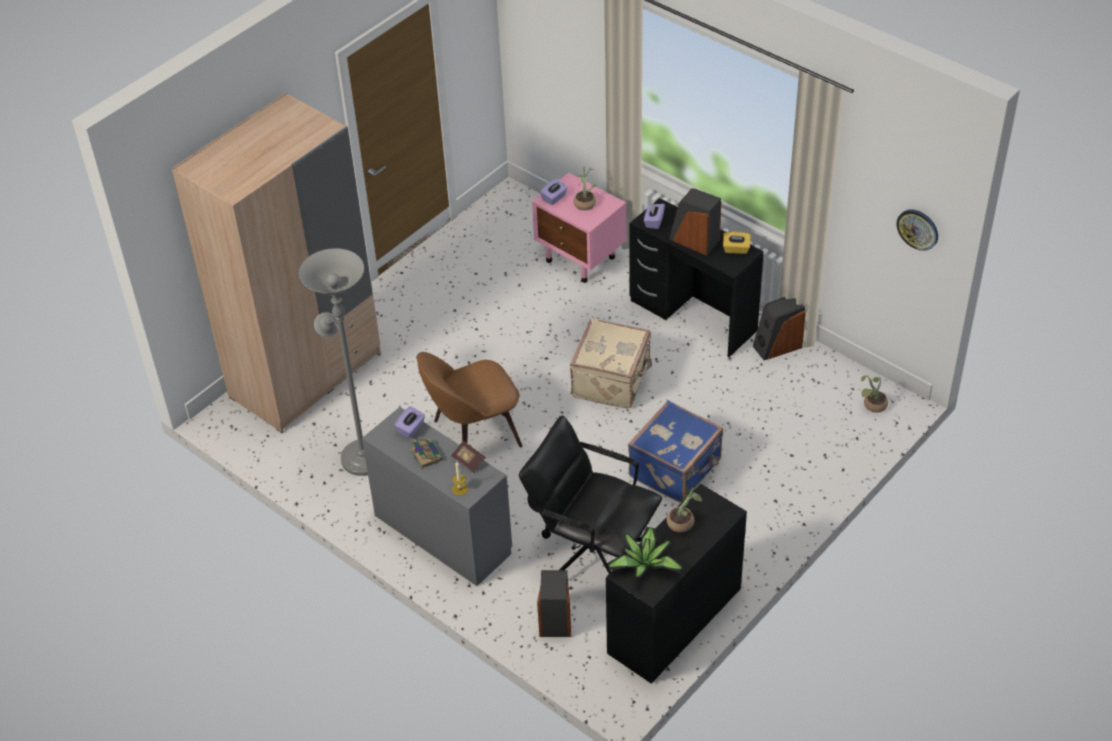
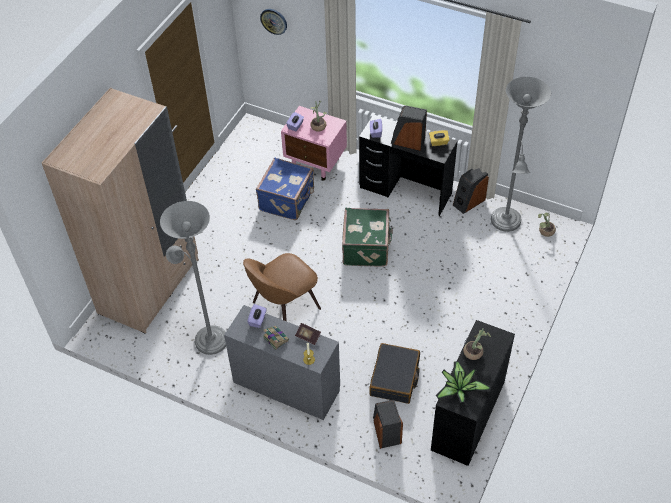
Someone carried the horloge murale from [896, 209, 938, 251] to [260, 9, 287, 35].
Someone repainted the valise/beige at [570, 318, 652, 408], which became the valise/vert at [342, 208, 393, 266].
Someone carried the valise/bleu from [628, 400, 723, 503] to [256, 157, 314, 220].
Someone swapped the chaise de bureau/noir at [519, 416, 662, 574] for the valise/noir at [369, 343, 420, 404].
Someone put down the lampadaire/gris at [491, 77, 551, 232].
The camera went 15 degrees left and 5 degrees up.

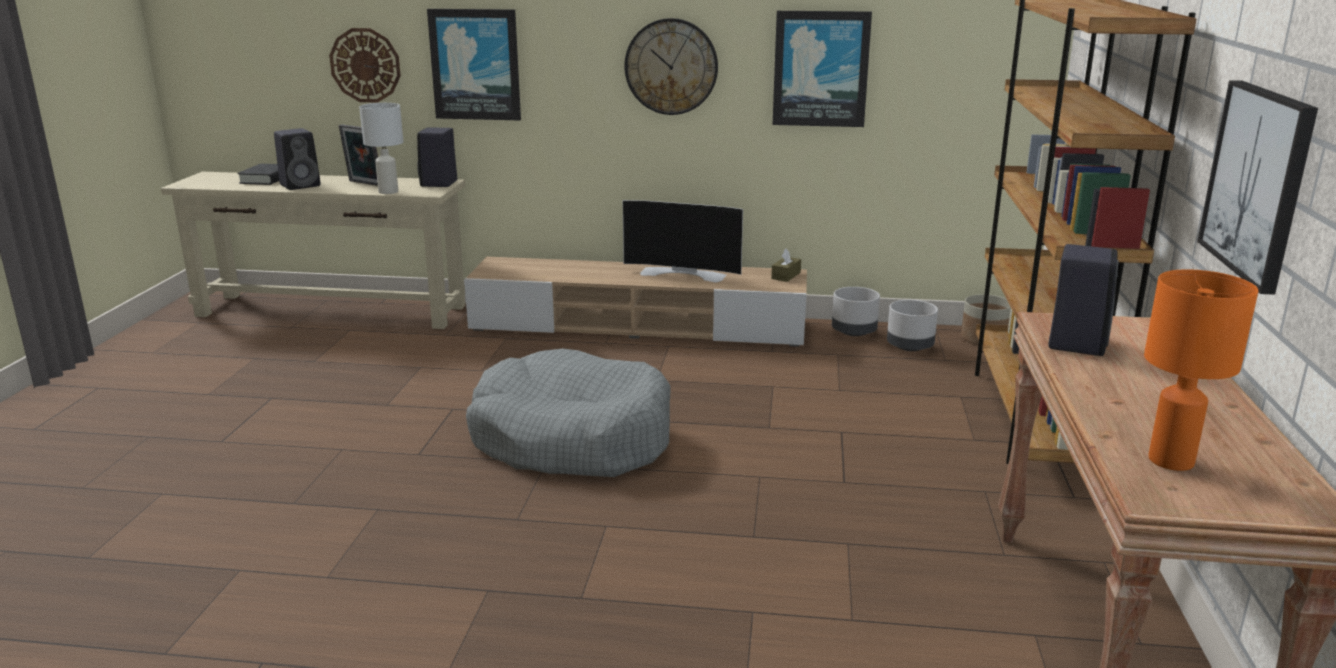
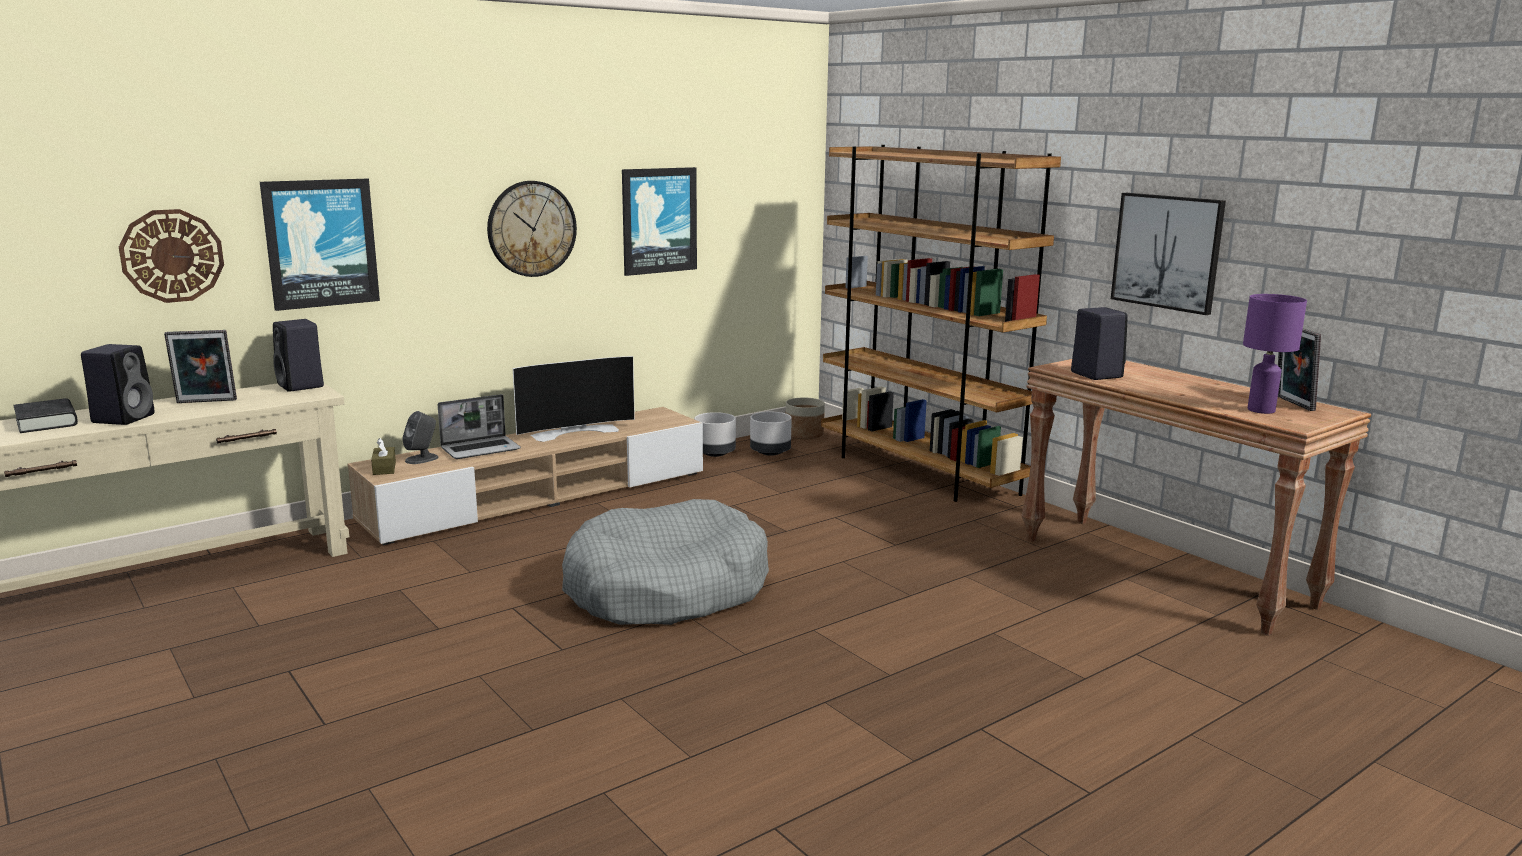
Someone took away the lampe de table/blanc at [359, 103, 404, 194].
Someone carried the boîte à mouchoirs/marron from [771, 248, 801, 282] to [371, 438, 396, 475].
Someone repainted the lampe de table/orange at [1144, 269, 1258, 471], which became the lampe de table/violet at [1243, 294, 1307, 414].
Someone put down the cadre photo at [1278, 328, 1321, 411].
Someone put down the ordinateur portable at [438, 394, 521, 459].
Someone put down the enceinte/gris at [402, 411, 439, 464].
The camera went 45 degrees left and 5 degrees down.

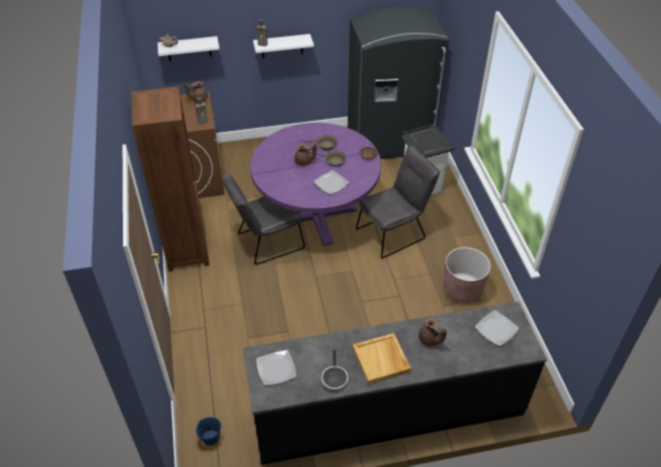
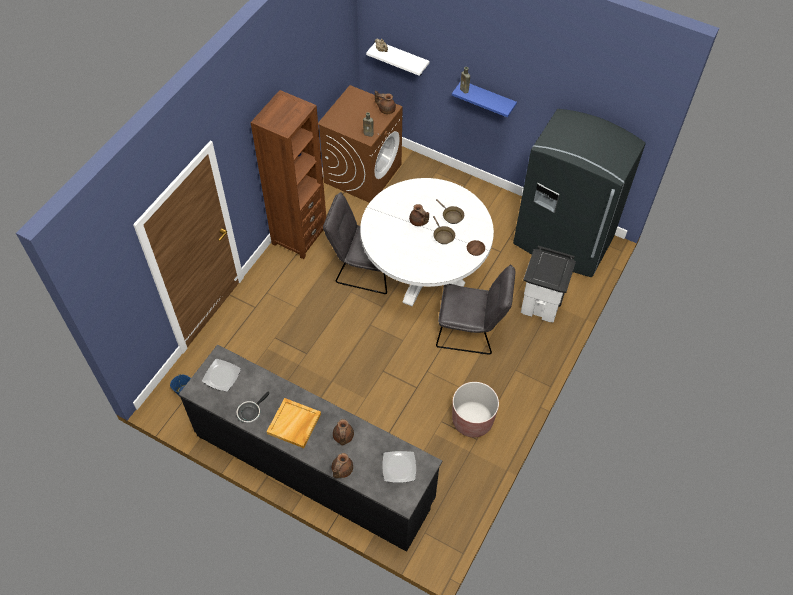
Someone repainted the étagère/blanc at [253, 34, 314, 58], which became the étagère/bleu at [452, 82, 517, 117].
Someone repainted the table à manger/violet at [250, 123, 381, 246], which became the table à manger/blanc at [360, 178, 494, 307].
Someone took away the assiette at [314, 170, 349, 195].
Someone put down the théière/marron at [332, 453, 353, 478].
The camera went 40 degrees right and 10 degrees up.

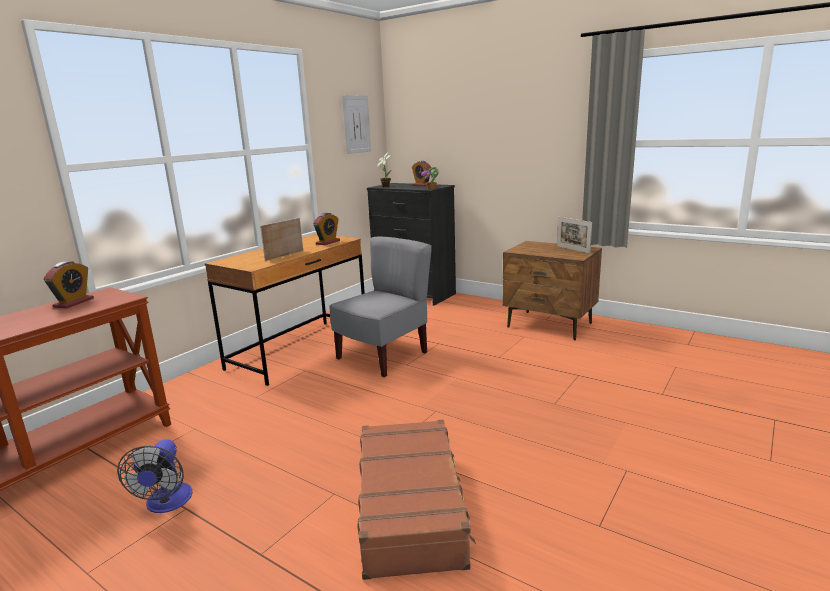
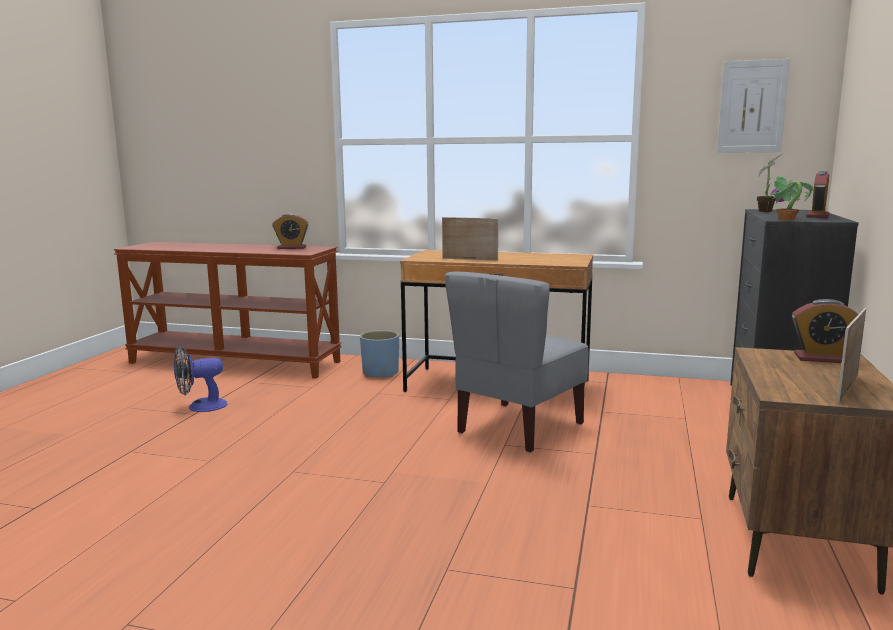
Someone carried the réveil from [313, 213, 340, 245] to [792, 299, 858, 363].
Someone rotated the chaise/gris at [330, 237, 432, 377] by 105 degrees clockwise.
Someone took away the valise/marron at [357, 420, 476, 580].
Someone put down the cache-pot/bleu at [360, 330, 399, 378].
The camera went 70 degrees right and 5 degrees down.

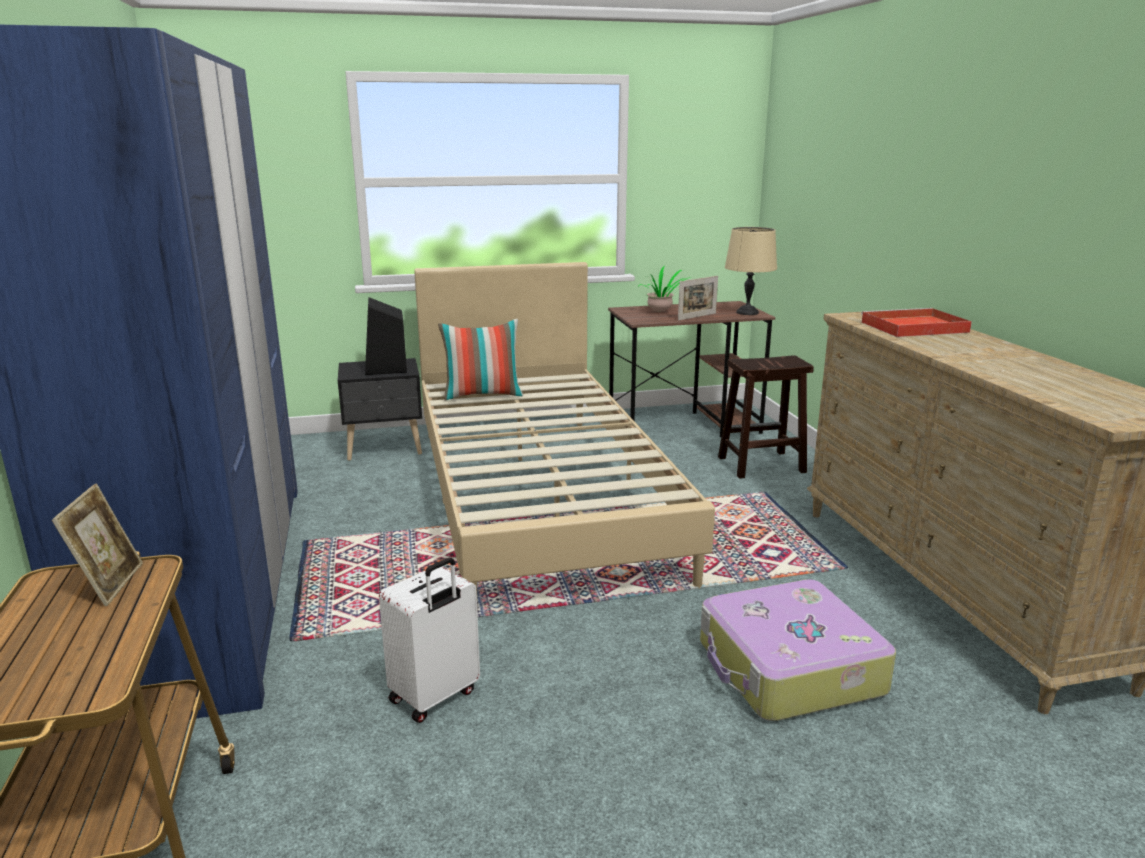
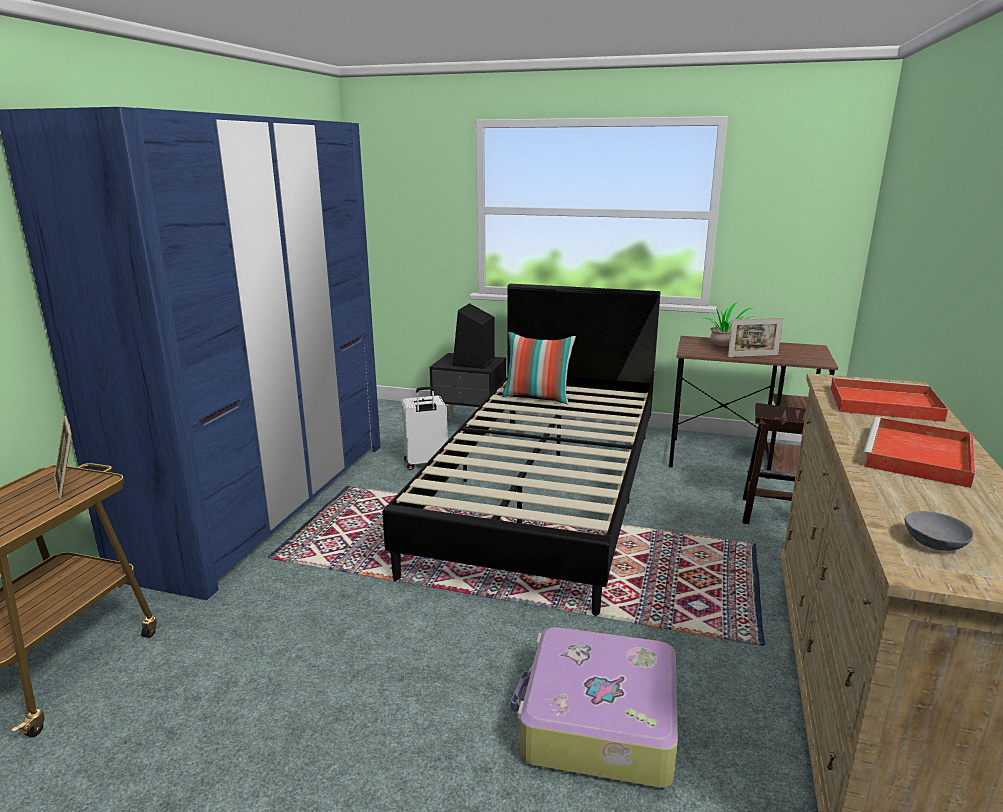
Someone took away the lampe de table/beige at [725, 227, 777, 315].
Someone repainted the lit/beige at [414, 262, 715, 593], which became the lit/noir at [382, 284, 660, 617].
Someone rotated the cadre photo at [52, 483, 143, 606] by 120 degrees clockwise.
Someone carried the valise/blanc from [379, 558, 480, 723] to [402, 387, 448, 470].
Someone put down the plateau/rouge at [862, 417, 975, 488].
Someone put down the bol/gris at [905, 511, 974, 551].
The camera went 30 degrees right and 0 degrees up.

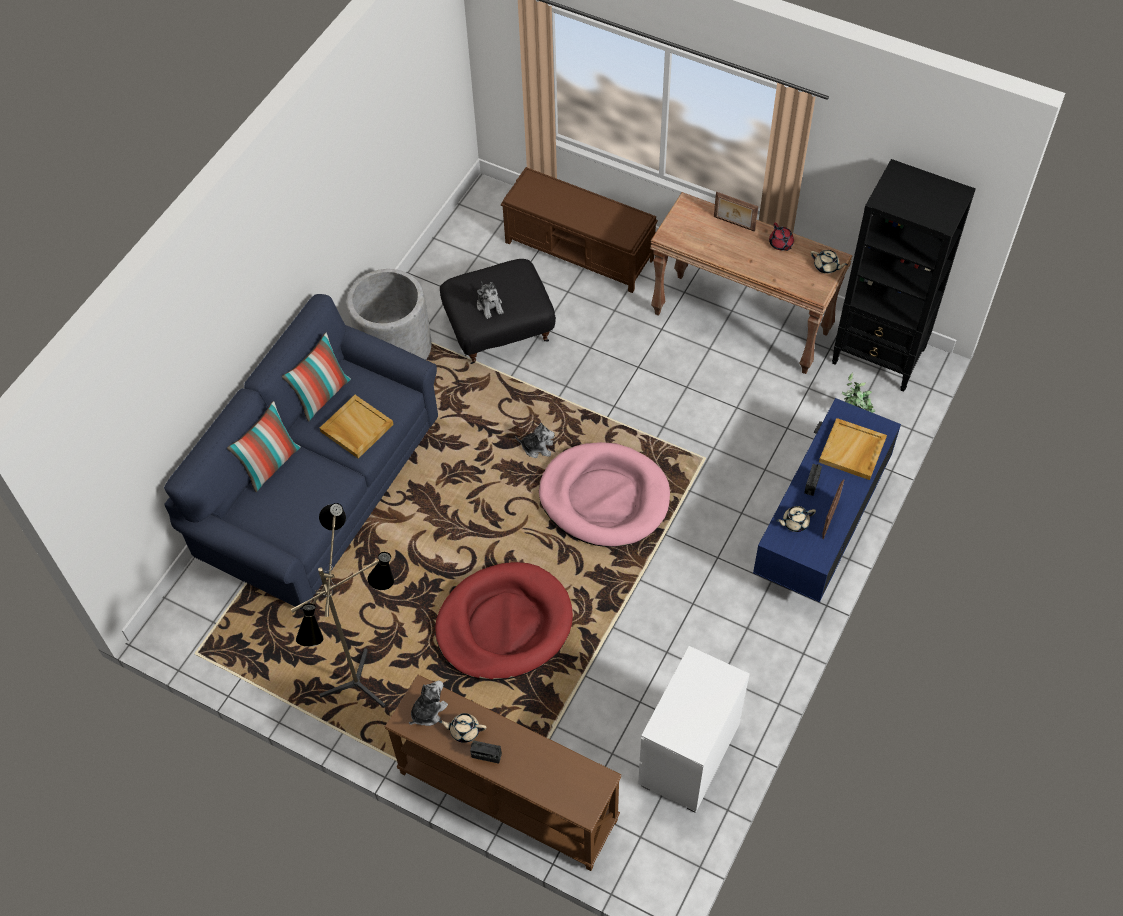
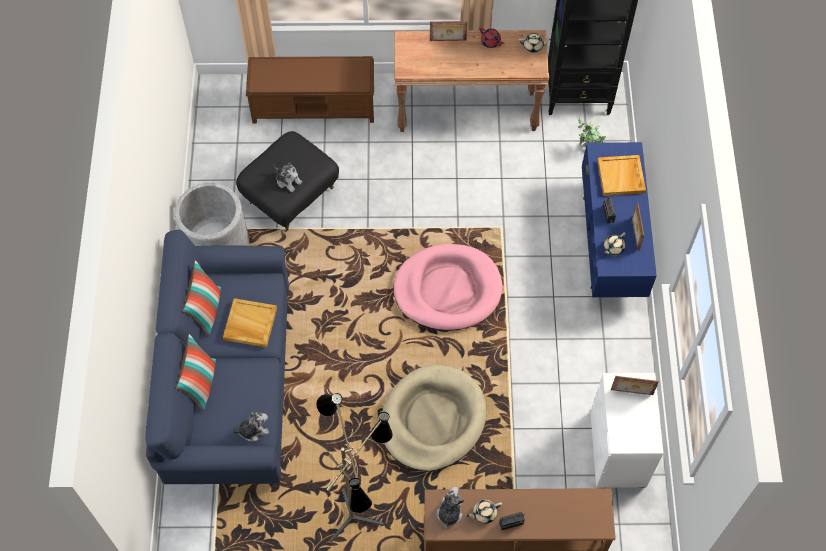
Someone carried the peluche from [516, 423, 555, 458] to [232, 412, 269, 442].
Someone repainted the panier pour chien/rouge at [435, 562, 573, 681], which became the panier pour chien/beige at [382, 364, 486, 471].
Someone put down the cadre photo at [611, 376, 659, 395].
The camera went 30 degrees left and 5 degrees up.

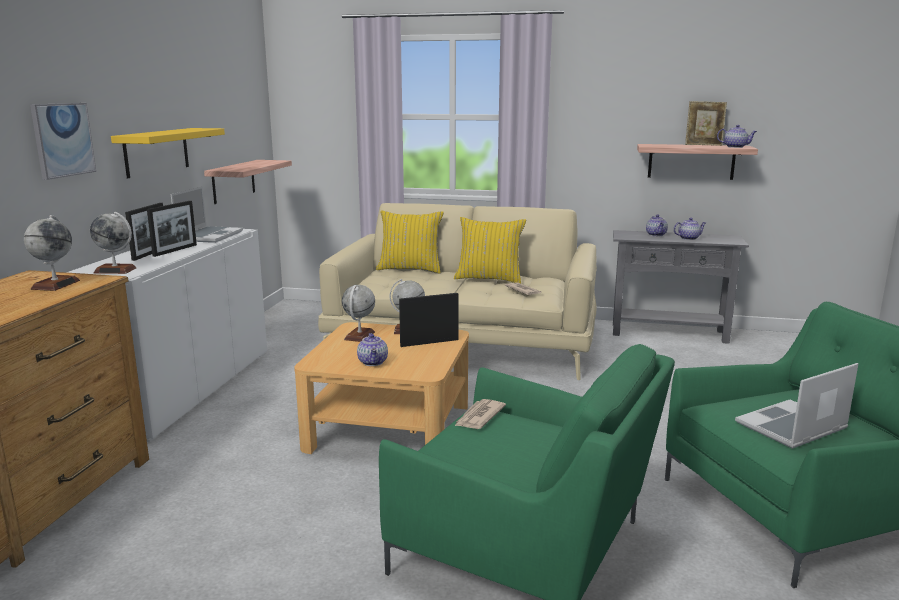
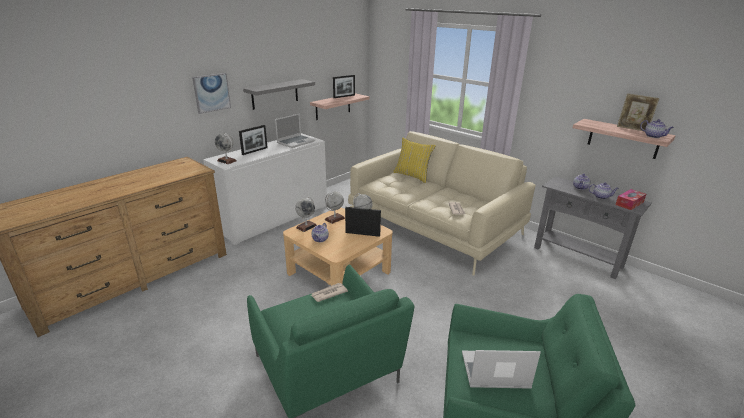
Someone repainted the étagère/jaune at [111, 128, 225, 178], which became the étagère/gris at [243, 79, 315, 110].
Someone carried the cadre photo from [147, 201, 197, 257] to [333, 75, 355, 98].
Someone carried the globe from [24, 215, 80, 291] to [295, 197, 317, 232].
Someone took away the coussin/jaune at [454, 217, 526, 284].
Someone put down the boîte à mouchoirs at [616, 189, 646, 210].
The camera went 30 degrees right and 10 degrees up.

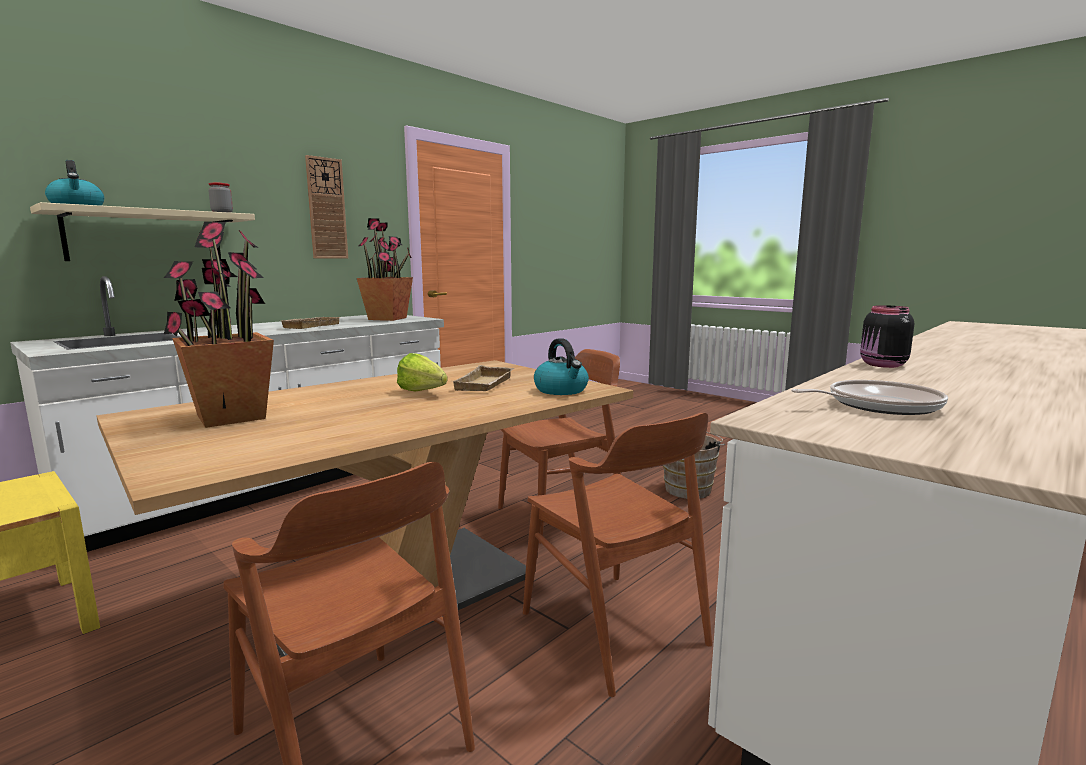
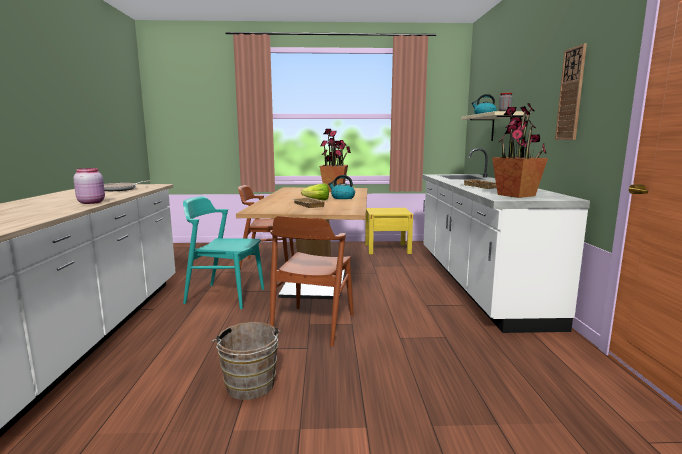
Someone repainted the bocal/noir at [860, 305, 914, 368], which became the bocal/rose at [73, 168, 105, 204].
Someone carried the bouilloire from [534, 338, 589, 395] to [328, 175, 355, 199].
Someone repainted the chaise/marron at [523, 413, 712, 697], which became the chaise/turquoise at [183, 196, 264, 309].
The camera went 135 degrees right and 0 degrees up.

